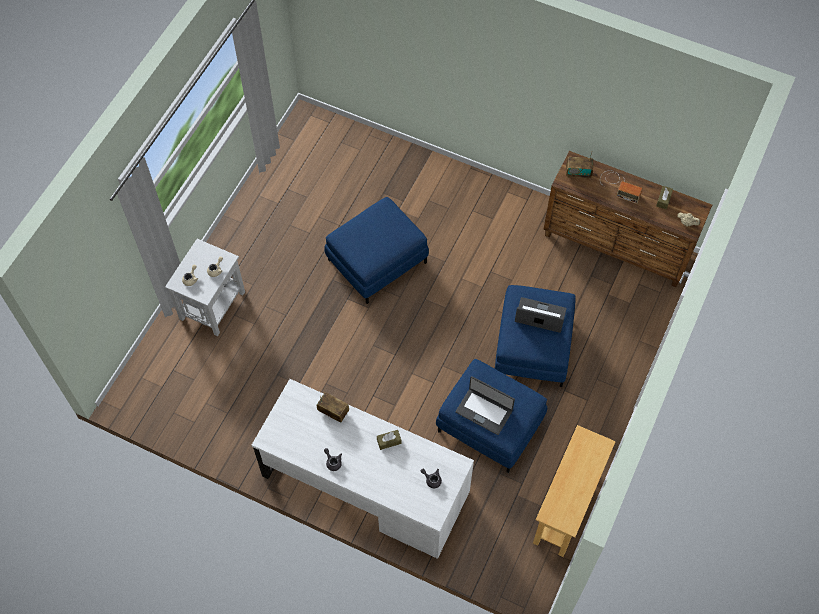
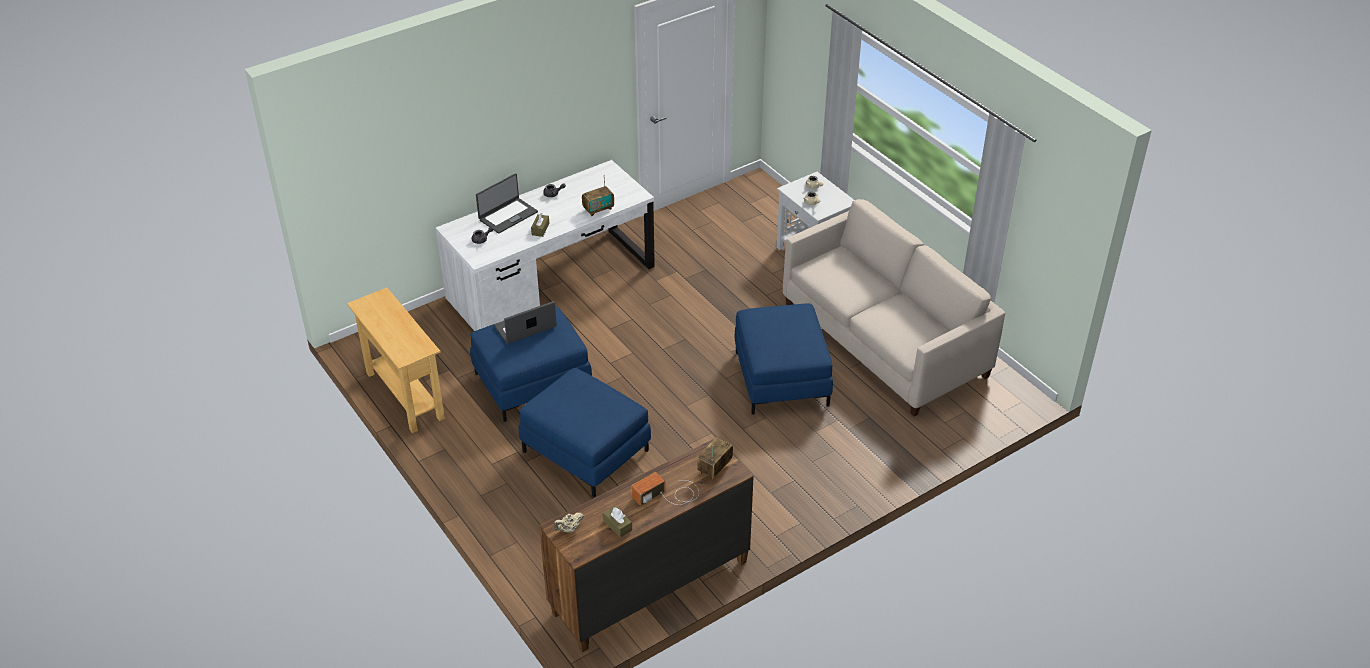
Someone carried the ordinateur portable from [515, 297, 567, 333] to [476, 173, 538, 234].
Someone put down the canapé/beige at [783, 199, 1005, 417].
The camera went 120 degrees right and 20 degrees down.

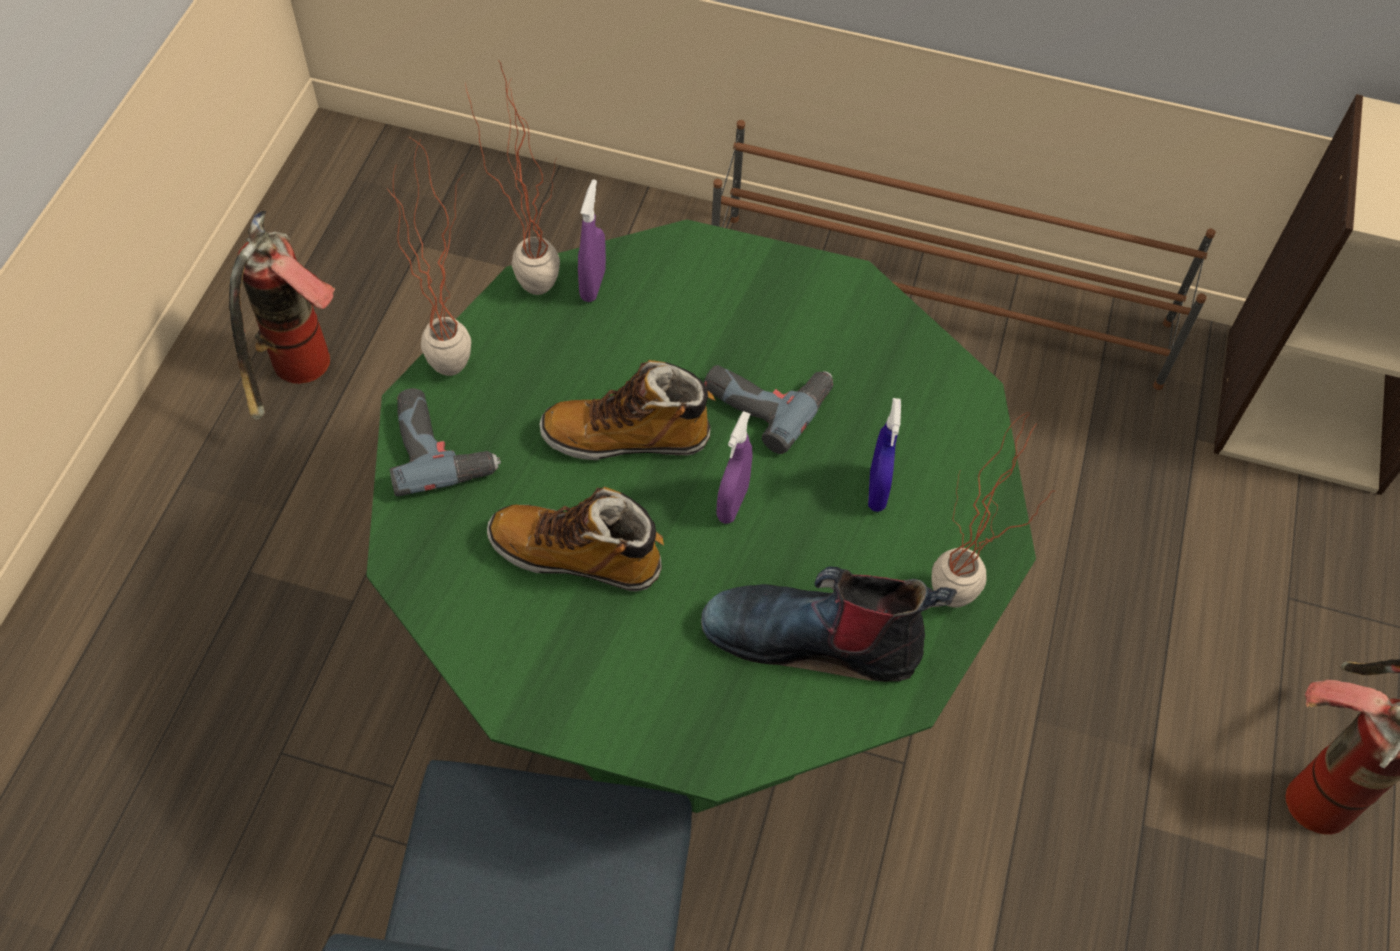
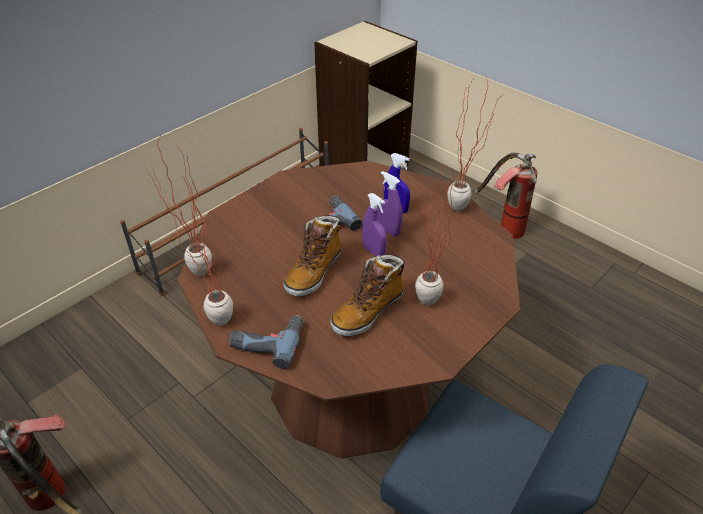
Someone carried the vaporisateur/violet from [578, 179, 606, 302] to [377, 171, 402, 236].
Someone repainted the table à manger/vert at [366, 219, 1036, 813], which became the table à manger/marron at [178, 161, 520, 459].
Someone took away the botte at [701, 566, 957, 682].
Someone put down the plante en pot at [415, 168, 454, 306].
The camera went 60 degrees left and 15 degrees down.

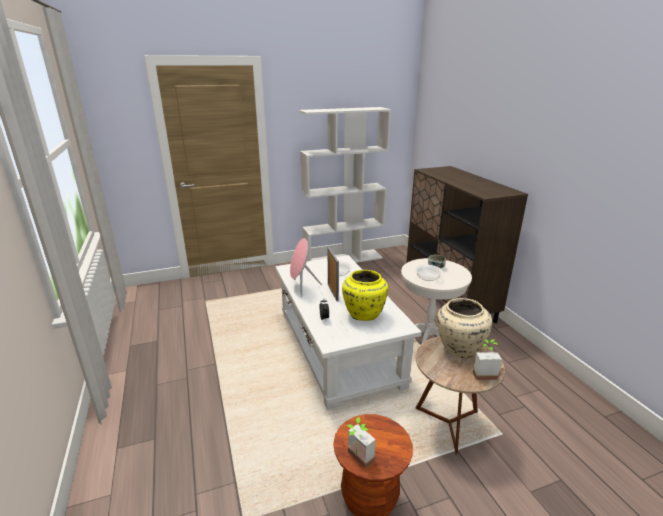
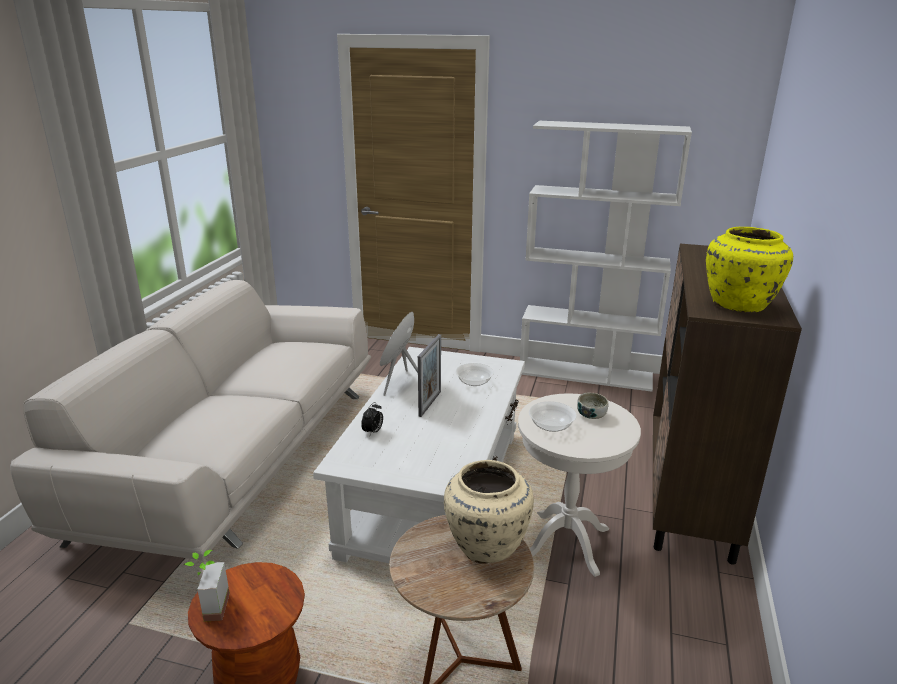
Someone carried the vase/jaune from [342, 270, 388, 321] to [706, 227, 793, 313].
Someone took away the plante en pot at [473, 339, 502, 380].
Someone put down the canapé/blanc at [10, 280, 371, 560].
The camera went 35 degrees right and 0 degrees up.

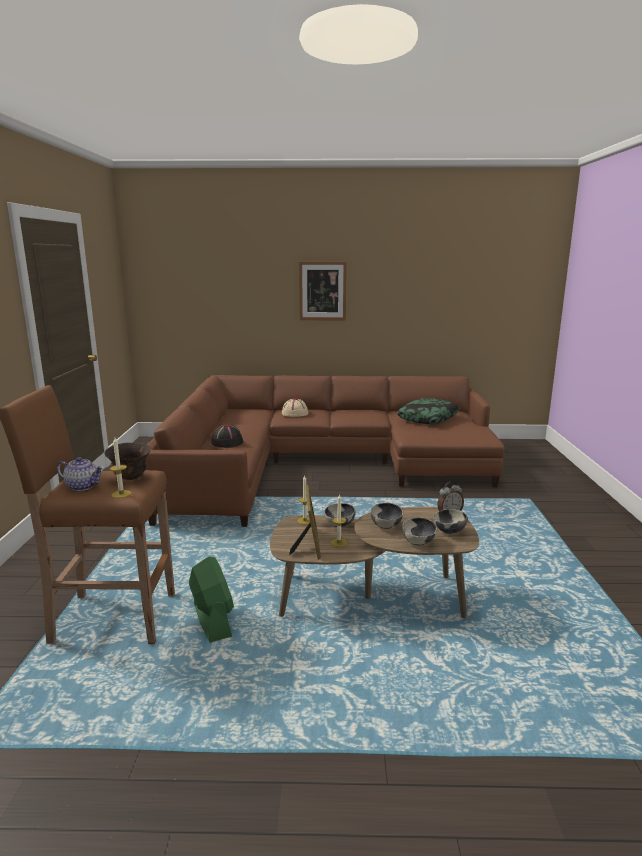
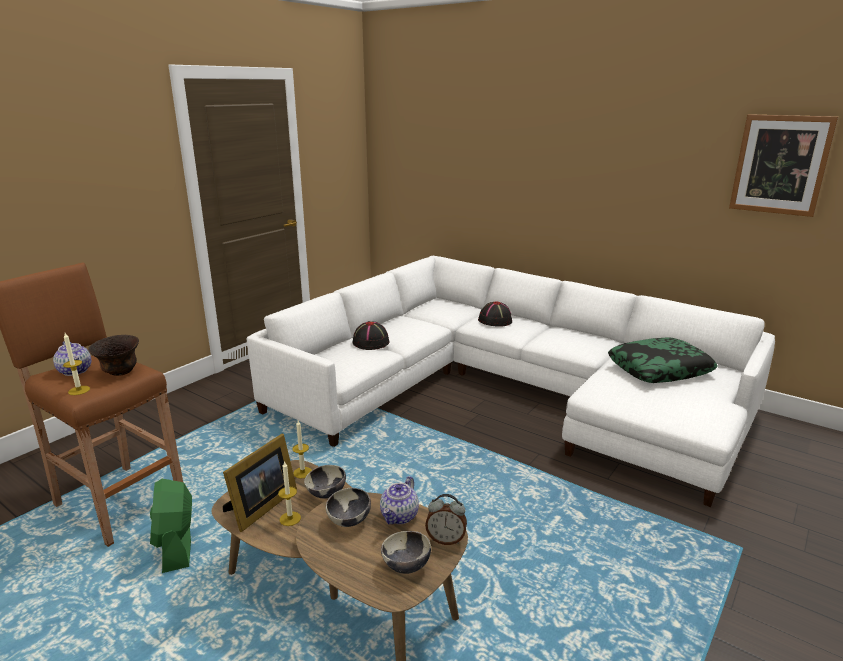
Someone carried the tableau from [299, 261, 347, 320] to [729, 114, 838, 217].
Someone repainted the canapé/marron at [146, 375, 505, 527], which became the canapé/blanc at [246, 256, 775, 507].
Someone repainted the chapeau/beige at [282, 398, 308, 417], which became the chapeau/noir at [478, 301, 512, 327].
Someone took away the bol at [402, 518, 437, 545].
Someone rotated the ventilateur/vert at [189, 556, 234, 643] by 150 degrees clockwise.
Someone put down the théière at [380, 476, 419, 524].
The camera went 35 degrees right and 5 degrees up.

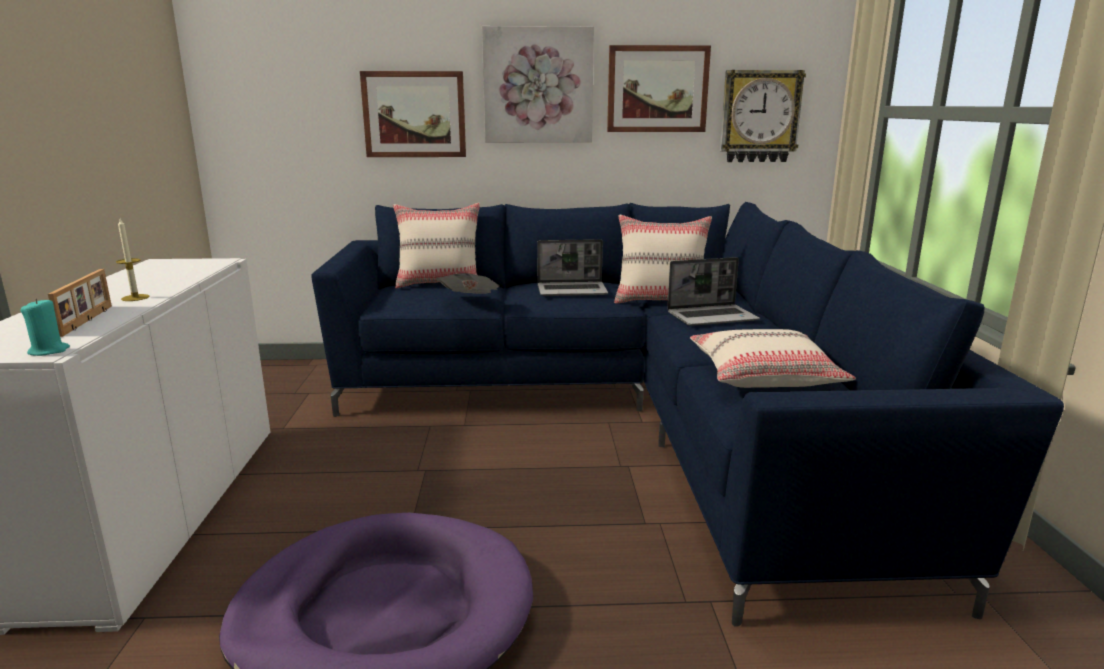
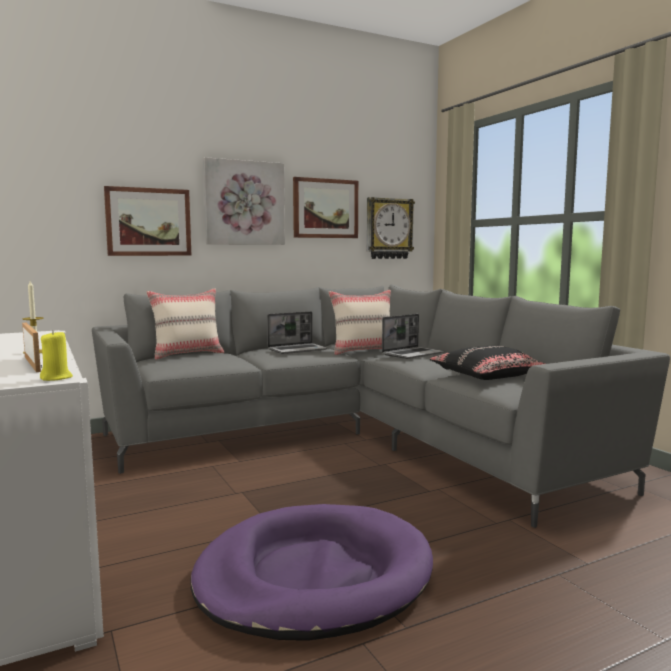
Someone repainted the canapé/bleu at [312, 202, 1064, 627], which became the canapé/gris at [92, 284, 670, 528].
Someone took away the journal at [436, 273, 500, 294].
Someone repainted the bougie/turquoise at [20, 298, 70, 356], which became the bougie/jaune at [40, 330, 73, 381].
Someone repainted the coussin/beige at [690, 329, 856, 388], which became the coussin/noir at [430, 346, 545, 380].
The camera went 25 degrees left and 10 degrees down.

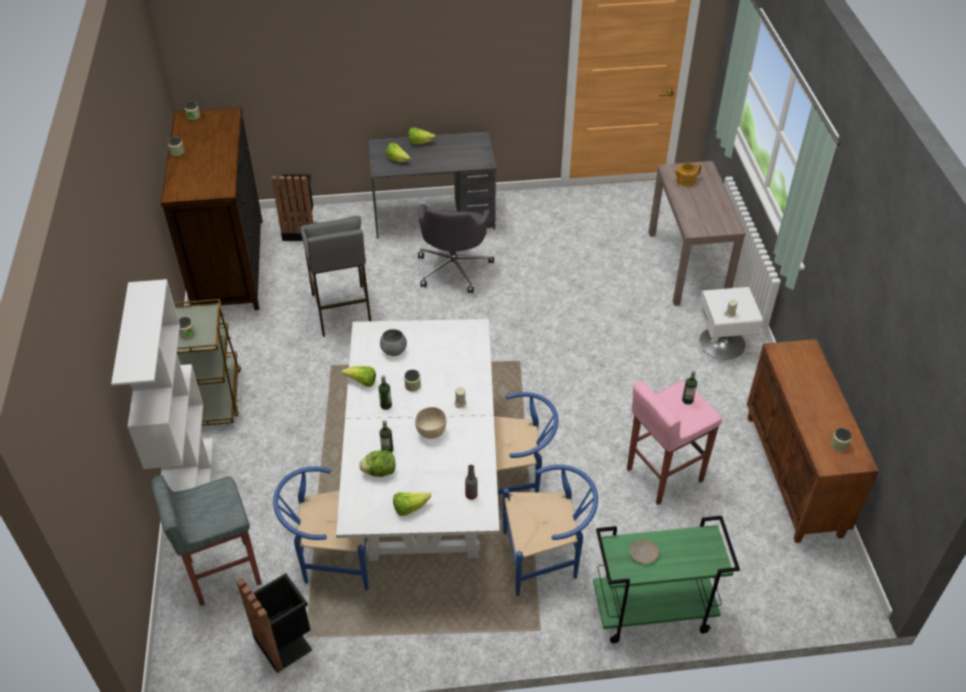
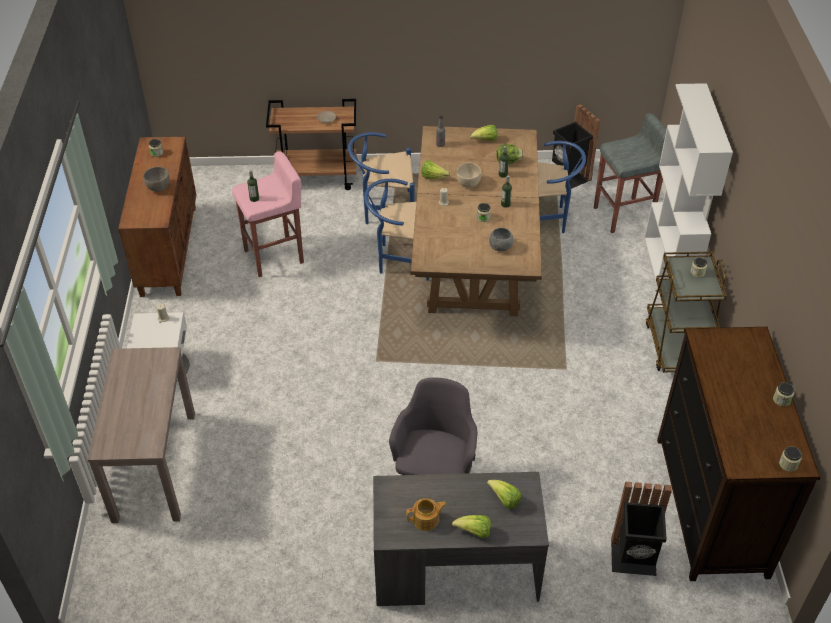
Someone carried the théière from [673, 163, 701, 187] to [406, 498, 447, 531].
Someone took away the tabouret/gris at [300, 215, 371, 337].
Someone repainted the table à manger/blanc at [336, 319, 500, 561], which became the table à manger/marron at [411, 126, 542, 317].
Someone carried the laitue from [341, 366, 376, 387] to [421, 161, 450, 179].
Someone repainted the chariot/vert at [593, 516, 740, 643], which became the chariot/marron at [266, 99, 356, 190].
Someone put down the bol/gris at [144, 167, 169, 192].
The camera went 175 degrees left and 0 degrees up.

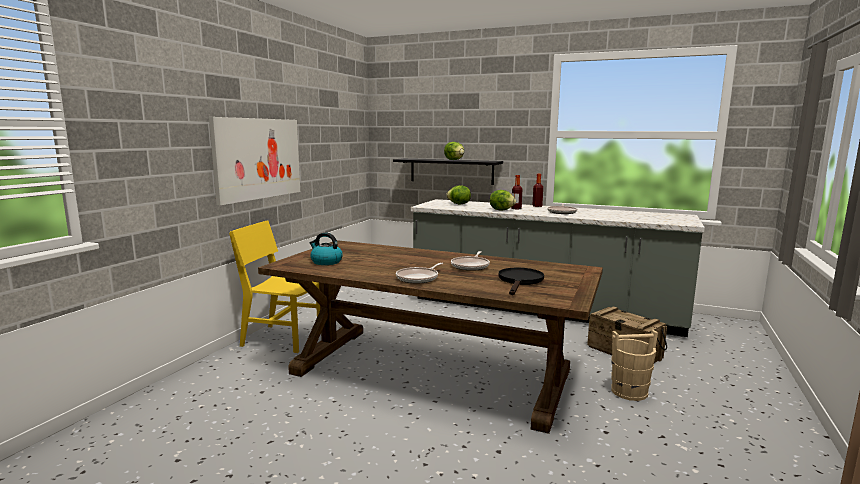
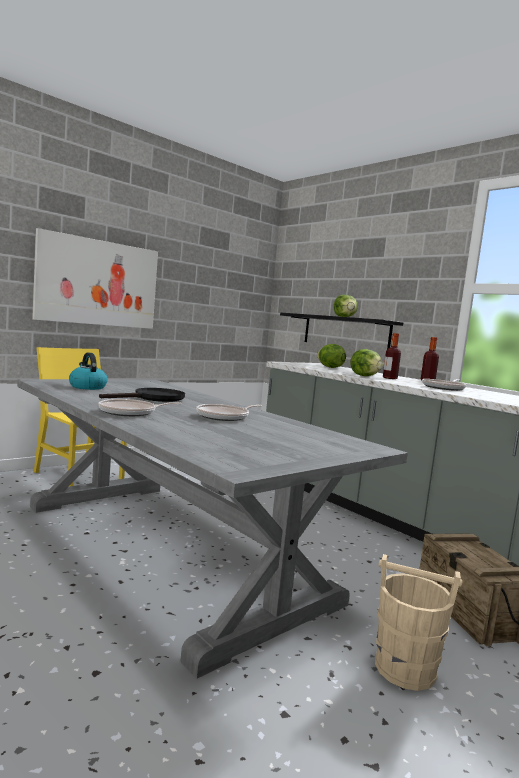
Someone repainted the table à manger/marron at [258, 240, 603, 434], which became the table à manger/gris at [17, 379, 408, 679].
Someone carried the poêle/noir from [498, 267, 544, 295] to [99, 388, 185, 402].
The camera went 25 degrees right and 5 degrees down.

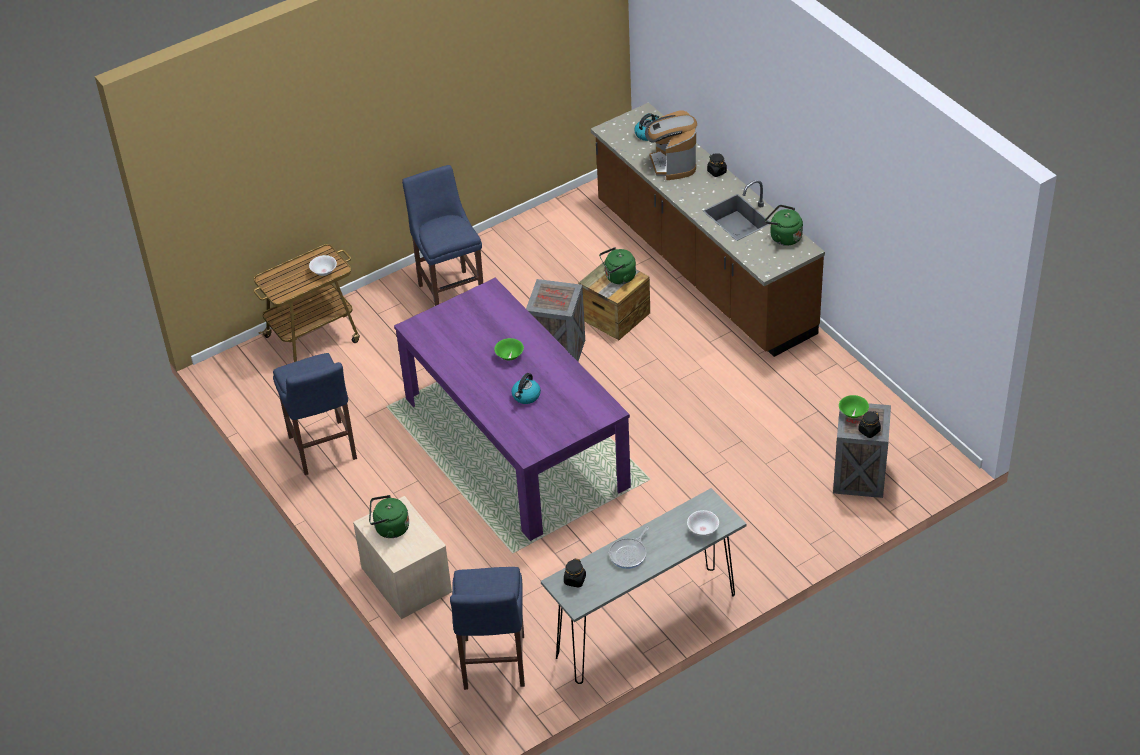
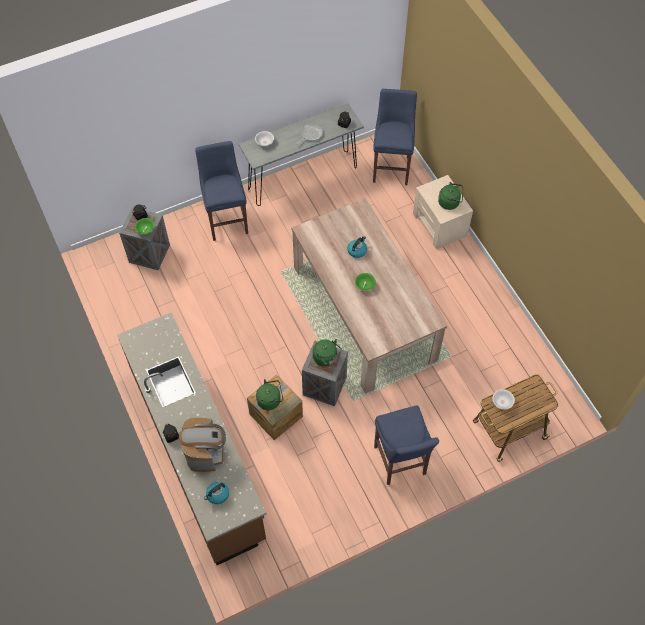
Someone carried the bouilloire/vert from [765, 205, 803, 246] to [313, 339, 342, 367].
Someone repainted the table à manger/violet at [394, 278, 631, 541], which became the table à manger/beige at [291, 198, 447, 394].
Someone carried the tabouret/bleu from [273, 353, 357, 475] to [195, 141, 248, 241].
The camera went 175 degrees left and 15 degrees up.

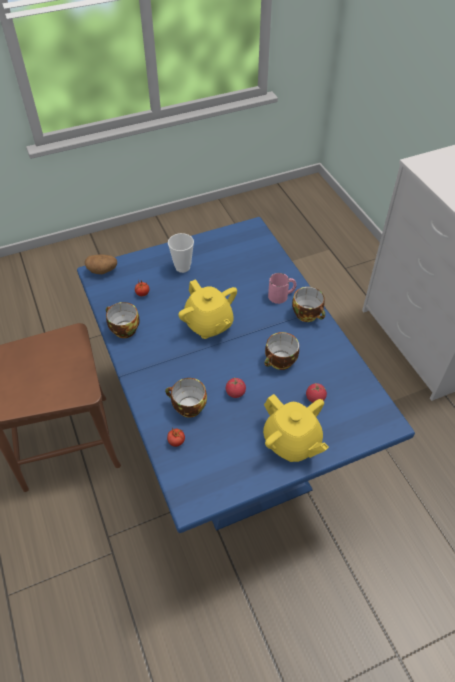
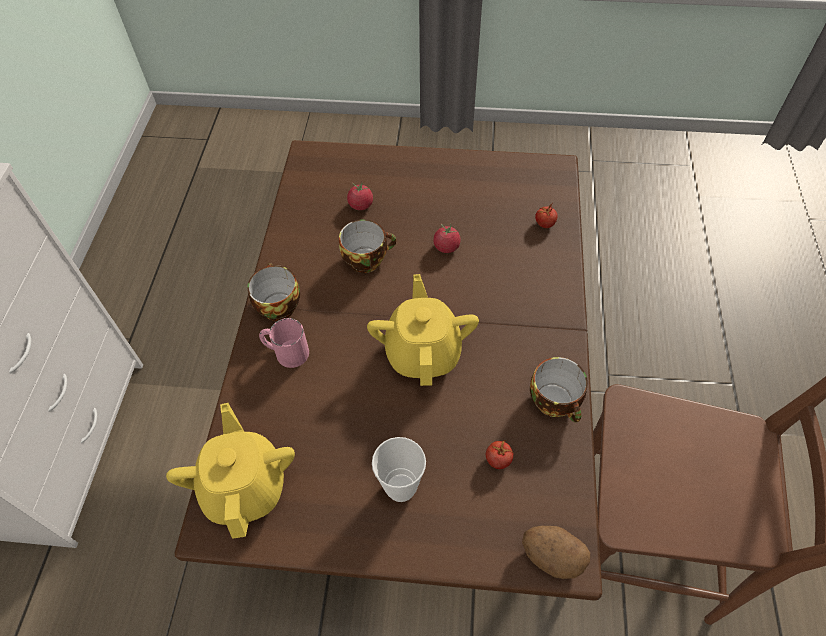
Someone repainted the table à manger/bleu at [77, 217, 415, 533], which became the table à manger/marron at [174, 140, 602, 601].
Someone took away the tasse at [165, 378, 207, 418].
Someone carried the théière/jaune from [263, 394, 329, 462] to [166, 403, 295, 539].
The camera went 150 degrees left and 5 degrees up.

